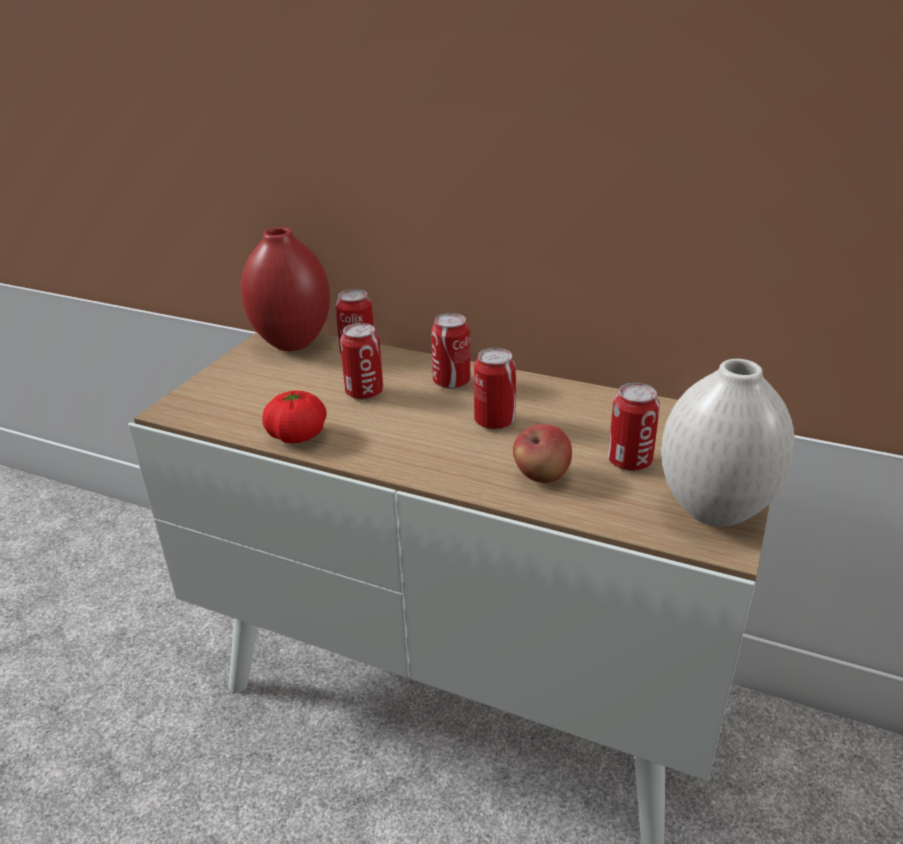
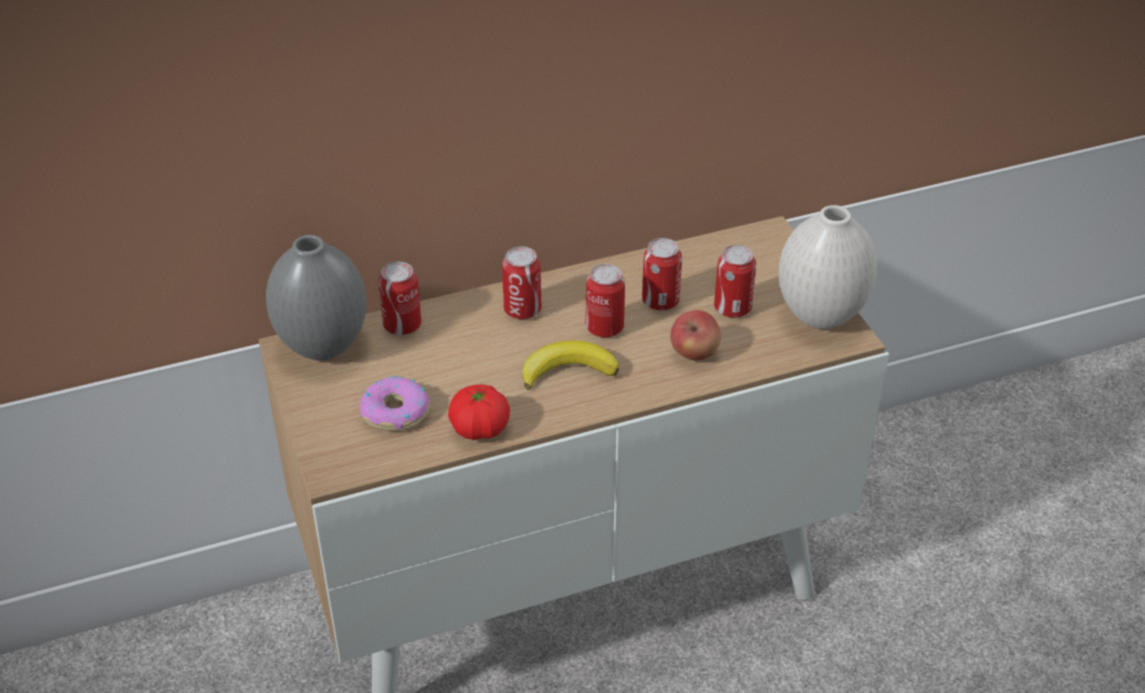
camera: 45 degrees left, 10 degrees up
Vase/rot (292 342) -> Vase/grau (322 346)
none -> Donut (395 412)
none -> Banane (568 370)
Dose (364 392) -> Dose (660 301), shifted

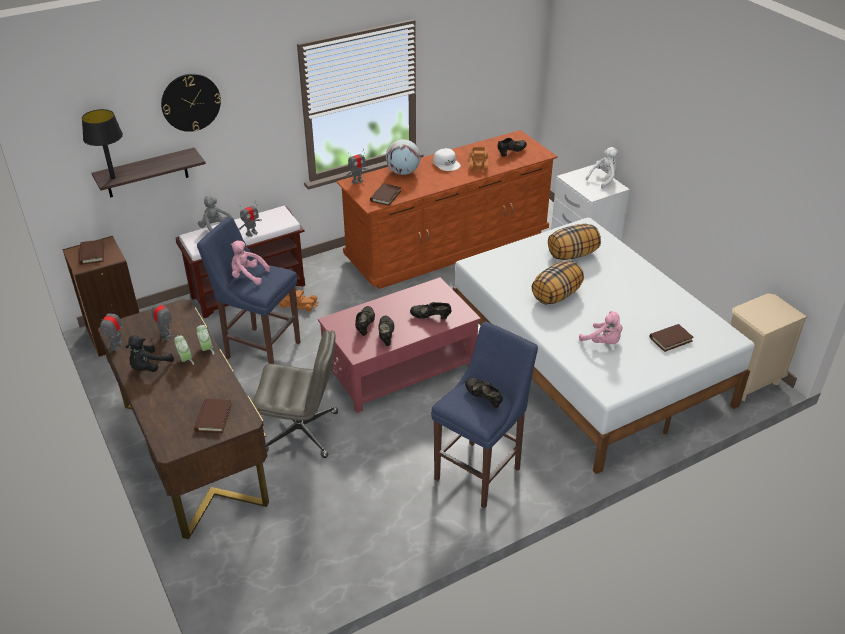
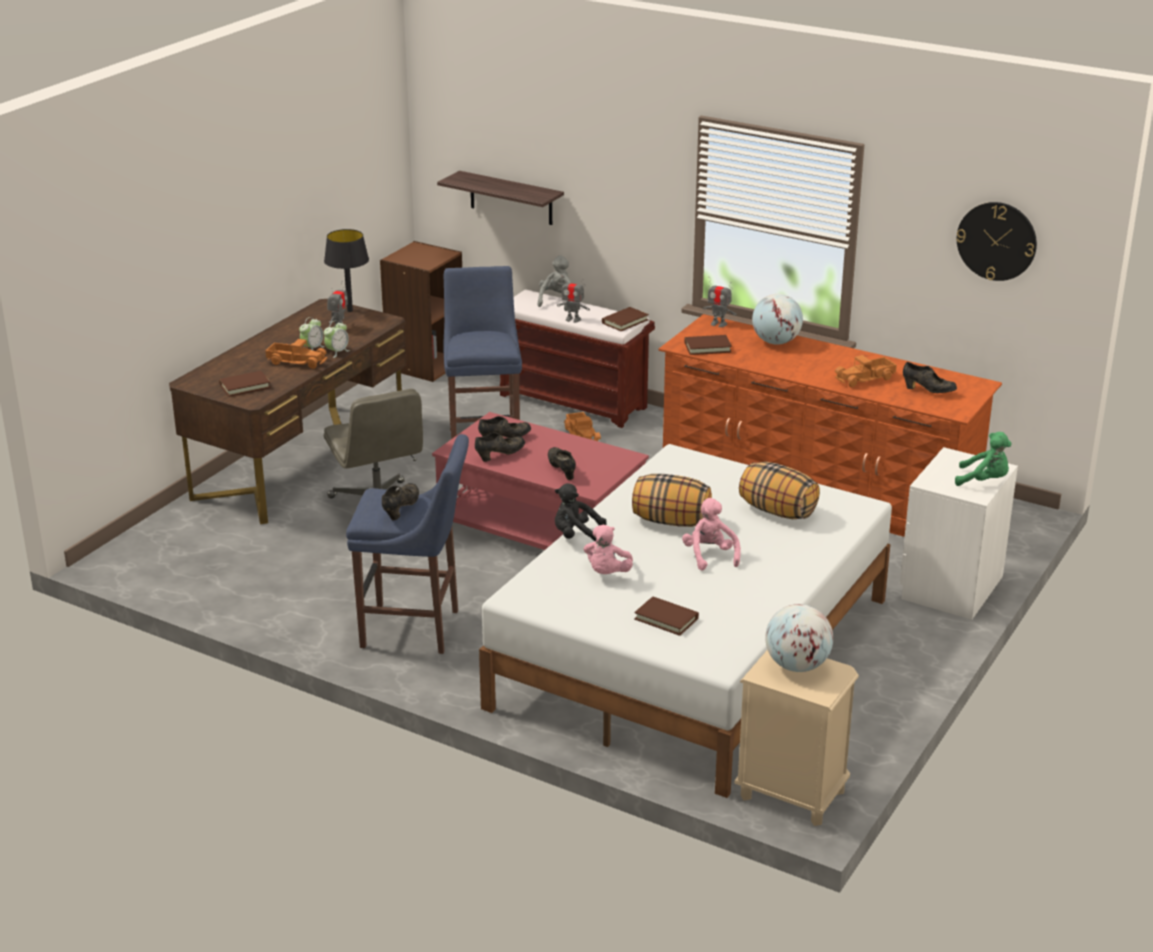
camera: 60 degrees right, 10 degrees down
none -> Spielzeuglaster (297 361)
Tischlampe/schwarz (113 178) -> Tischlampe/schwarz (350 310), shifted
Plüschtier/schwarz (149 367) -> Plüschtier/schwarz (577 536), shifted
Buch/braun (92 254) -> Buch/braun (625 321), shifted
Plüschtier/rosa (247 276) -> Plüschtier/rosa (710 556), shifted
none -> Globus (797 666)
Plüschtier/weiß (603 179) -> Plüschtier/grün (984 481)
Wanduhr (191 102) -> Wanduhr (996 241), shifted
Spielzeugroboter (117 346) -> none
Kappe/weiß (447 163) -> none

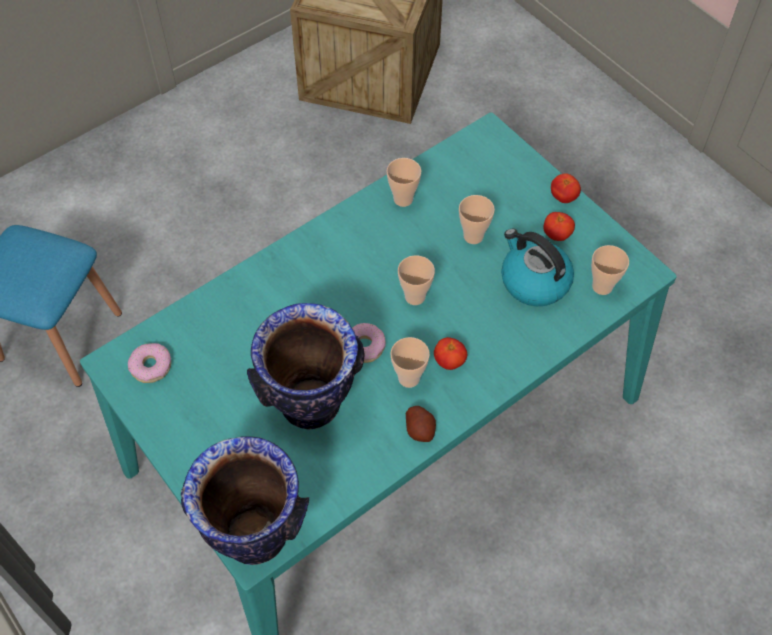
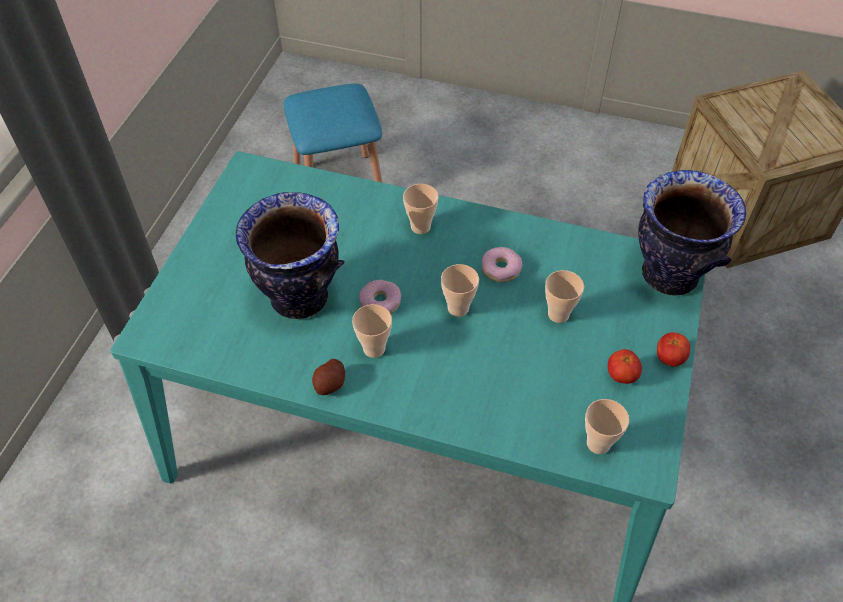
camera: 55 degrees right, 5 degrees down
Tasse (403 199) -> Tasse (420 227), shifted
Donut (151 366) -> Donut (501 268), shifted
Vase (255 533) -> Vase (670 275), shifted
Tomate (449 361) -> none
Wasserkessel (533 281) -> none

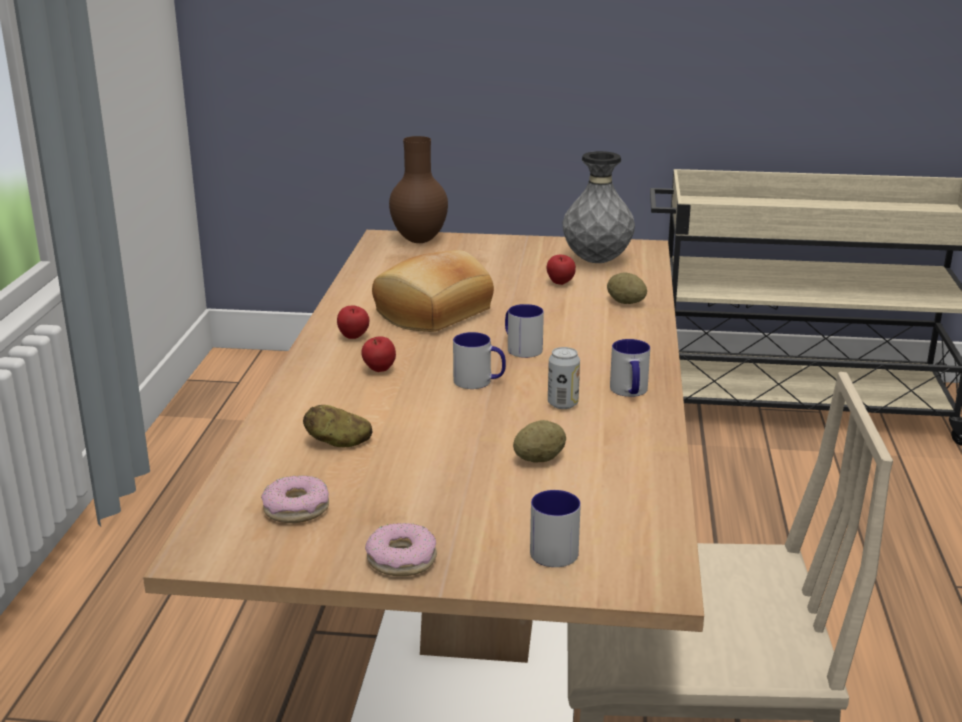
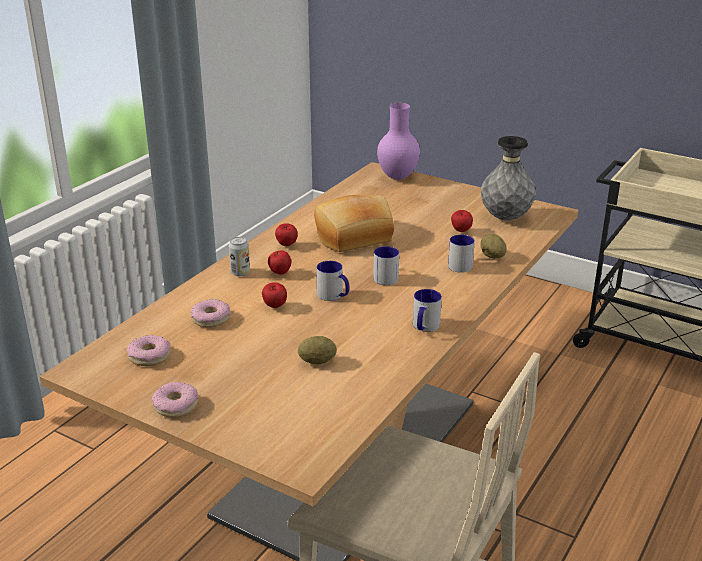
camera: 25 degrees right, 5 degrees up
Kartoffel (338 443) -> Donut (210 319)
Dose (562 404) -> Dose (240 272), shifted
none -> Apfel (274 307)
Vase/braun (418 241) -> Vase/lila (396 177)
Henkelbecher (555 548) -> Henkelbecher (462 264), shifted

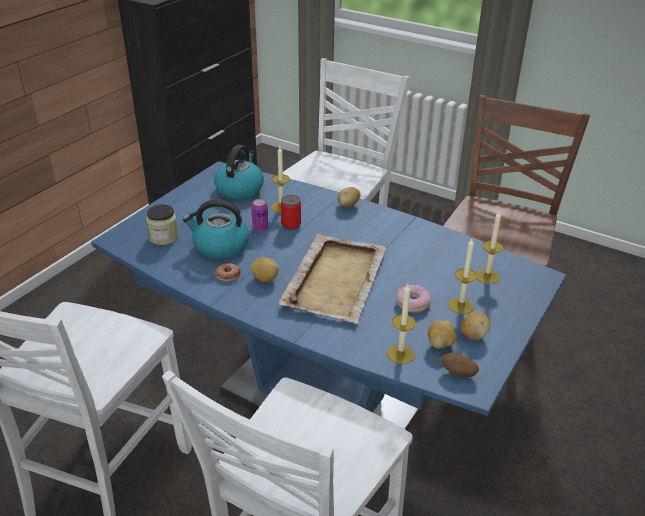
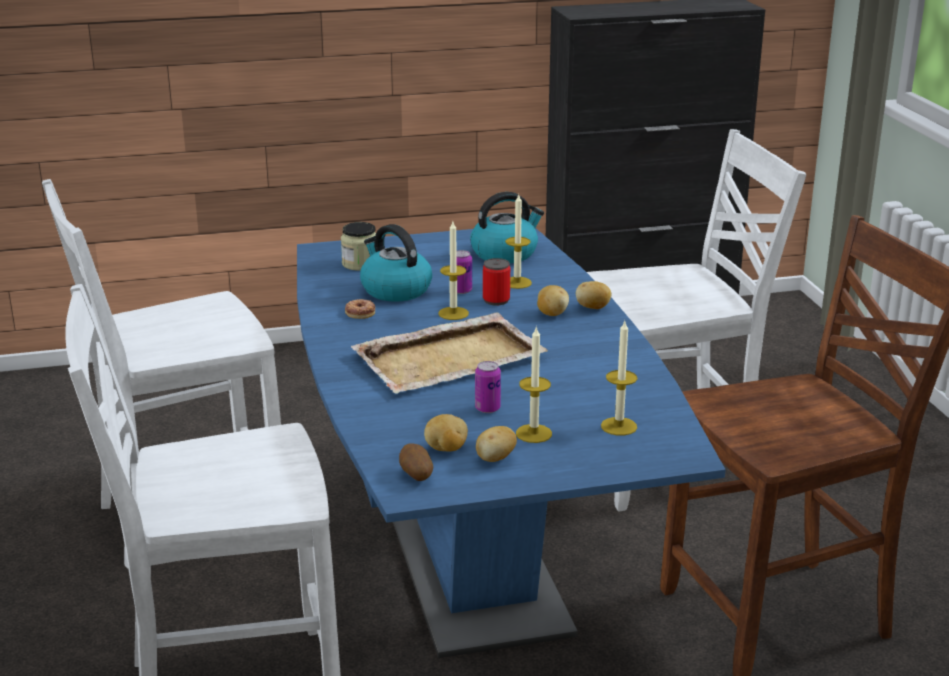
camera: 45 degrees right, 10 degrees down
Kerze (400 354) -> Kerze (453 313), shifted
Donut (413 303) -> Dose (487 408)
Kartoffel (264 279) -> Kartoffel (551 314), shifted

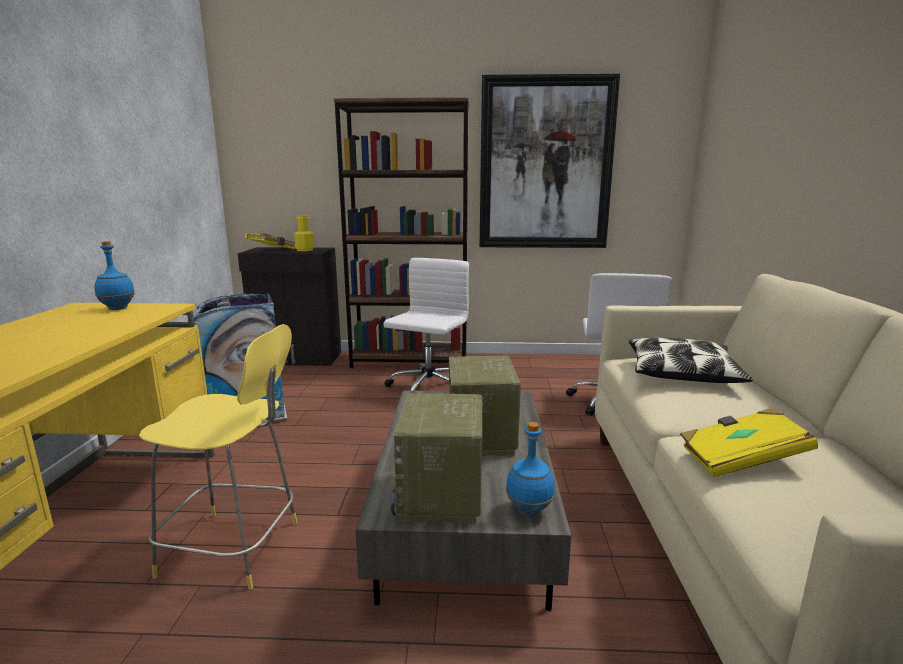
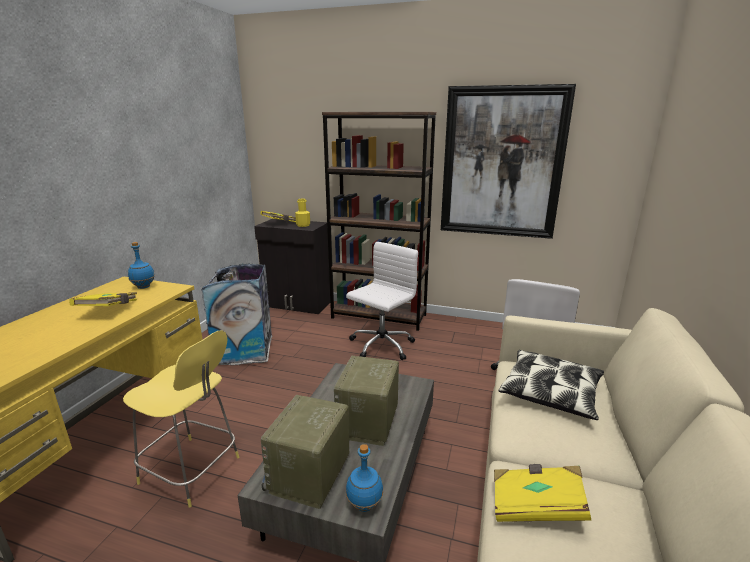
camera: 15 degrees right, 5 degrees up
none -> Buch/gelb (109 310)

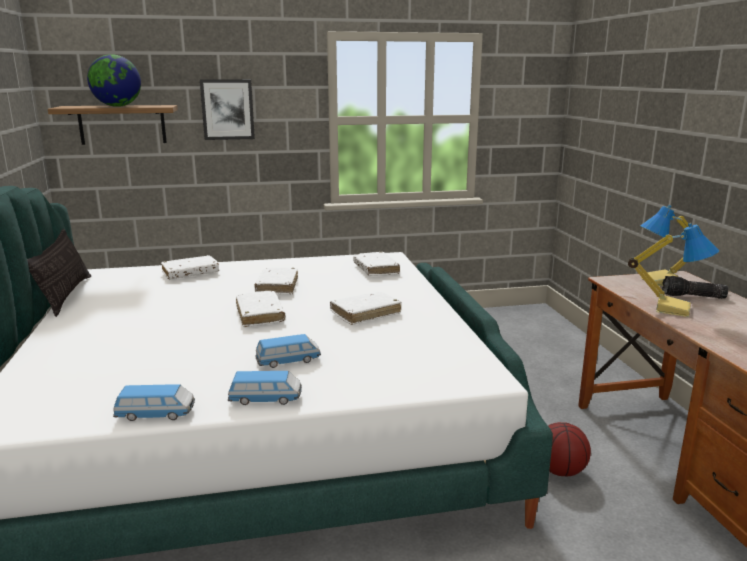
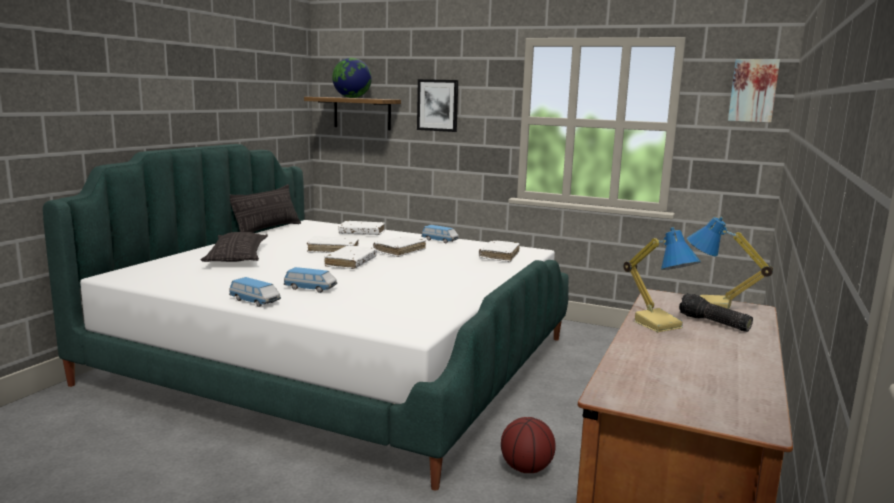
camera: 35 degrees right, 5 degrees down
none -> Kissen (237 256)
Buch/weiß (365 314) -> Buch/weiß (333 250), shifted
Spielzeugauto (156 414) -> Spielzeugauto (440 241), shifted
none -> Bild (753 90)

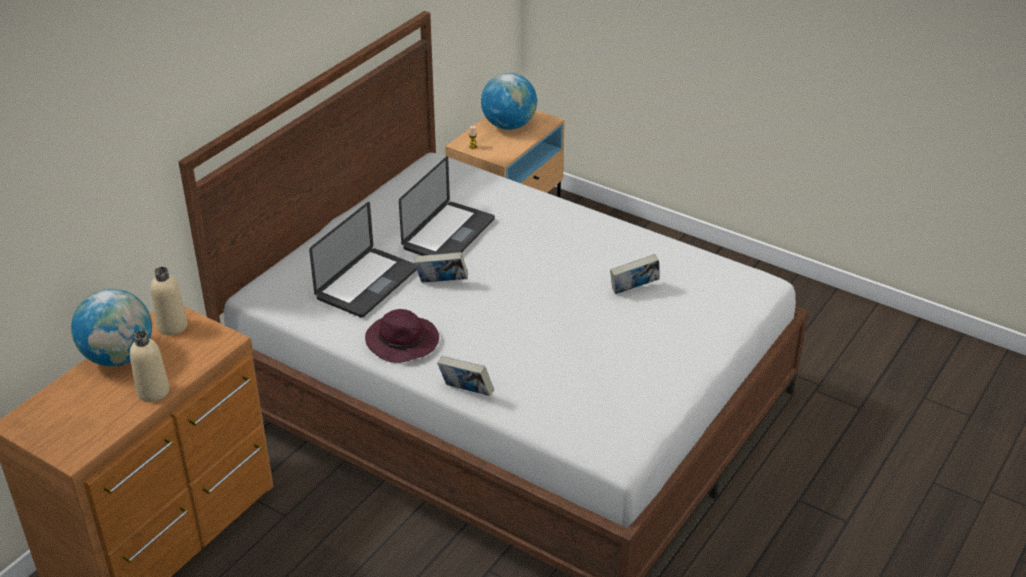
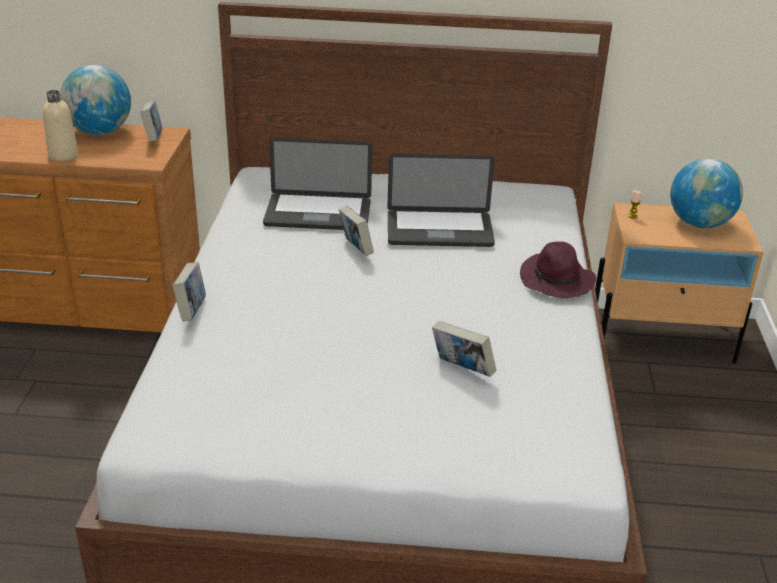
camera: 60 degrees right, 5 degrees down
Flasche/beige (172 326) -> Buch (153 138)
Hut/lila (403 342) -> Hut/lila (557 281), shifted

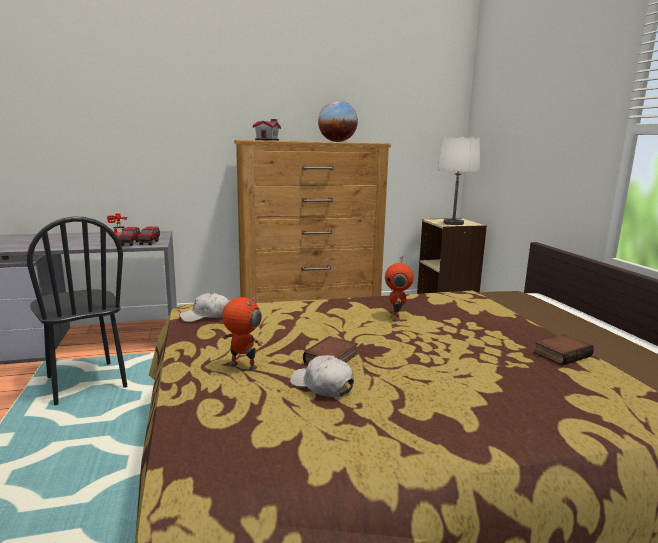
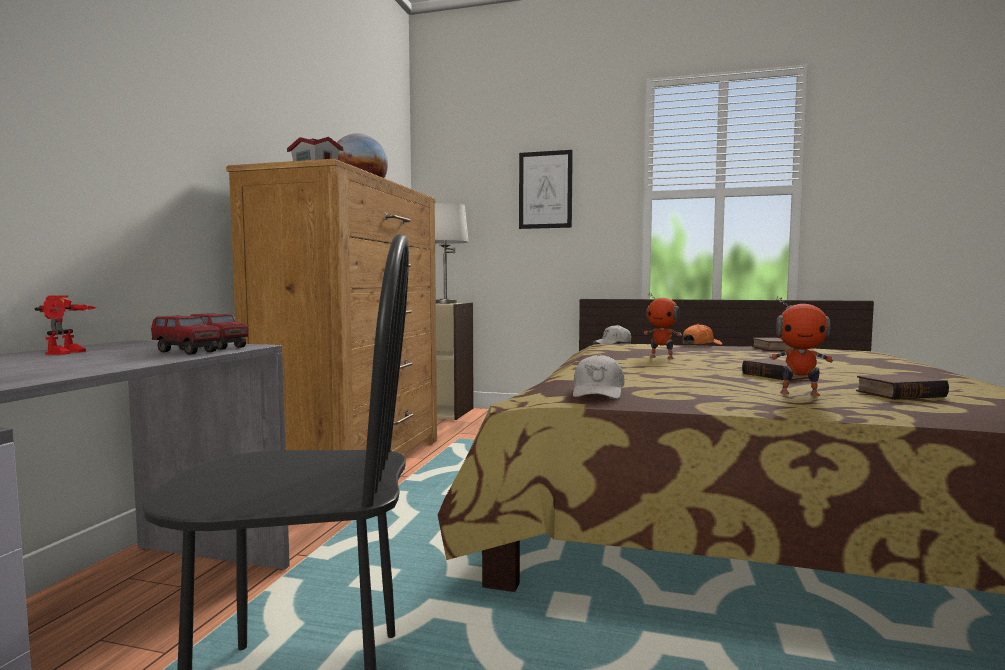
camera: 60 degrees left, 10 degrees down
none -> Bild (545 190)
Kappe/weiß (322 386) -> Kappe/weiß (612 344), shifted
none -> Kappe/orange (701 344)
Spielzeugroboter (242 367) -> Spielzeugroboter (799 393), 120 degrees counterclockwise
none -> Buch (899 393)

